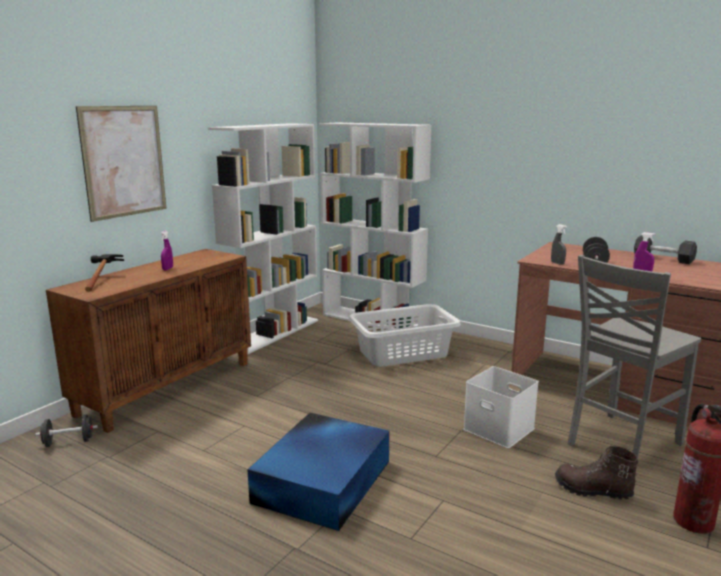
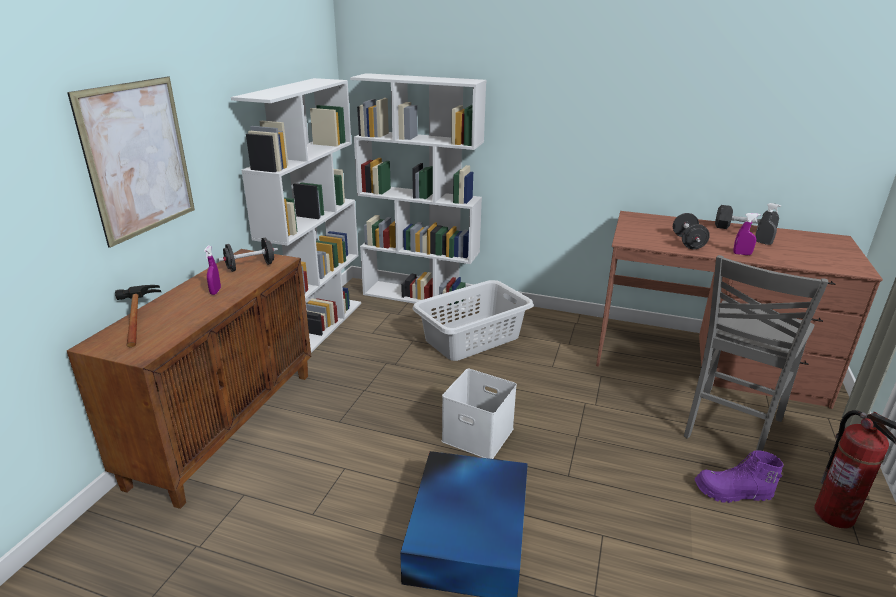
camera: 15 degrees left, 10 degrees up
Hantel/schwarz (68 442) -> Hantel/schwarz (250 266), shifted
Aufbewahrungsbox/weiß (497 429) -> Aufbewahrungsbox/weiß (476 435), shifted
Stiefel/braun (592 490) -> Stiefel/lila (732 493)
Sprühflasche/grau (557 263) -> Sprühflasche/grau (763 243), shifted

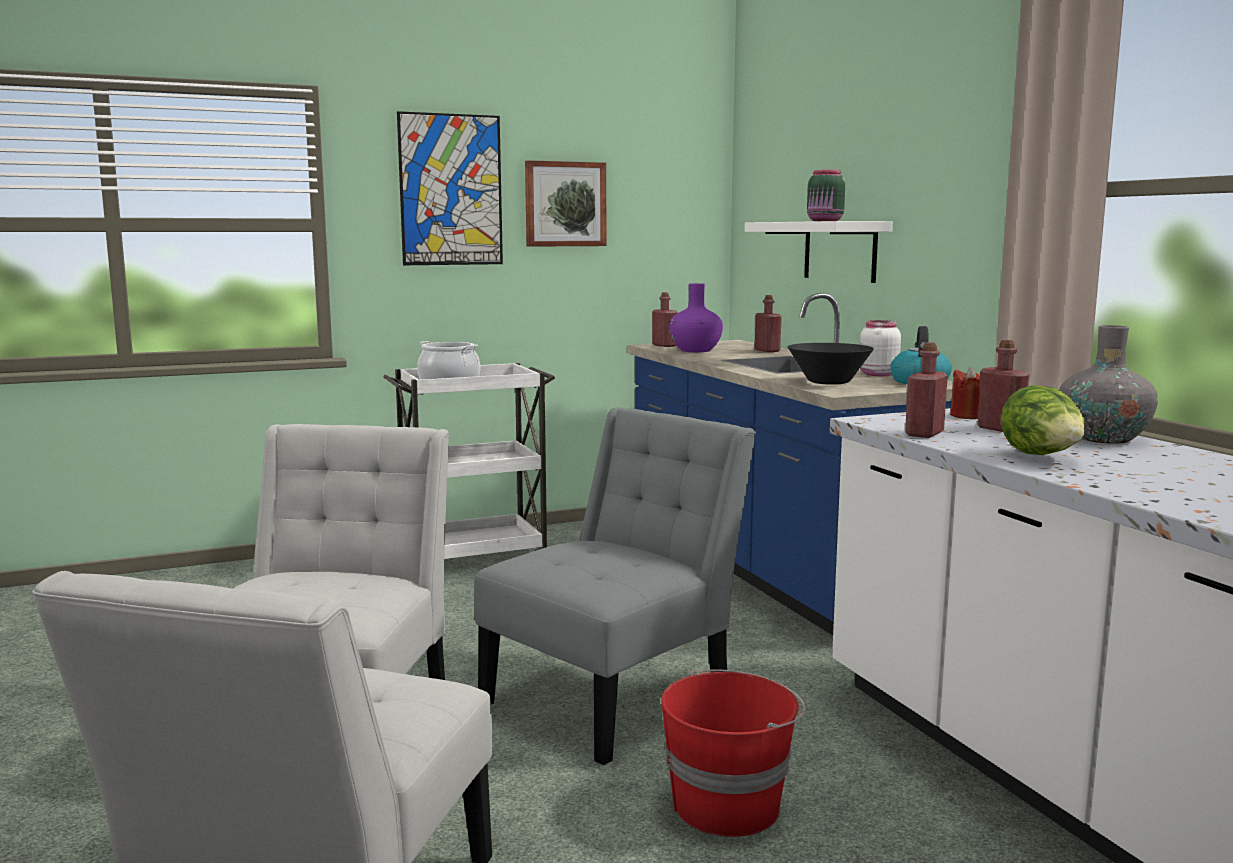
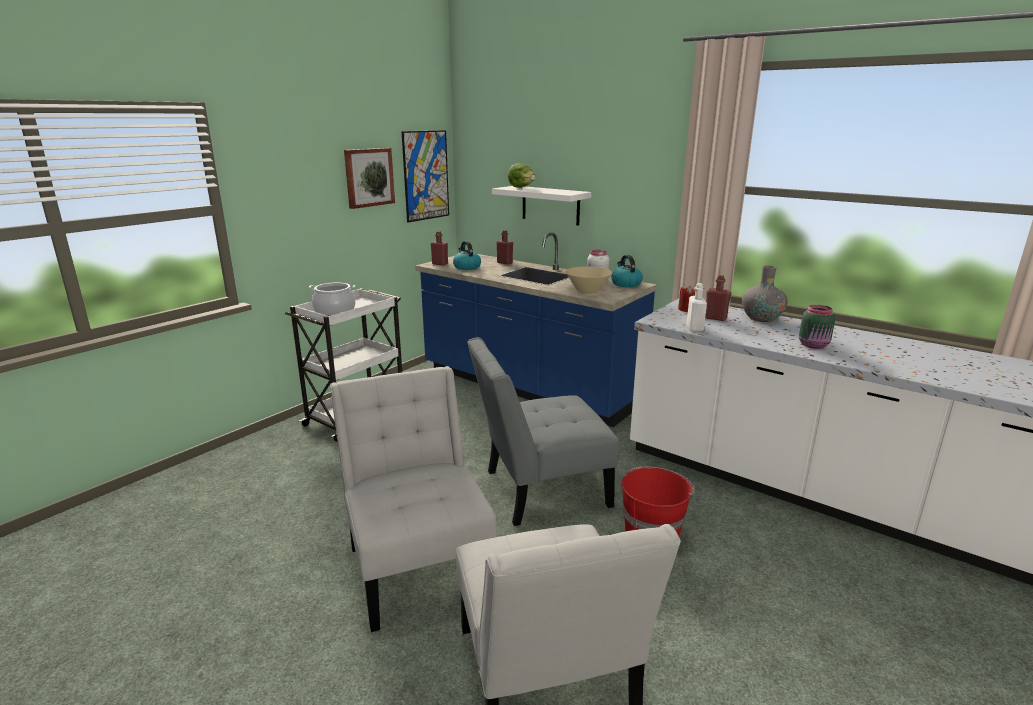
camera: 30 degrees left, 10 degrees up
Bild (451 190) -> Bild (426 175), shifted
Vase/lila (695 350) -> Wasserkessel (466 267)
Stuhl/grau (616 697) -> Stuhl/grau (539 490), 120 degrees counterclockwise
Salatkopf (1042 457) -> Salatkopf (522 188), shifted
Schüssel/schwarz (829 382) -> Schüssel/beige (588 290)
Flasche/rot (924 434) -> Flasche/weiß (694 328)
Vorratsglas/grün (825 221) -> Vorratsglas/grün (814 345), shifted

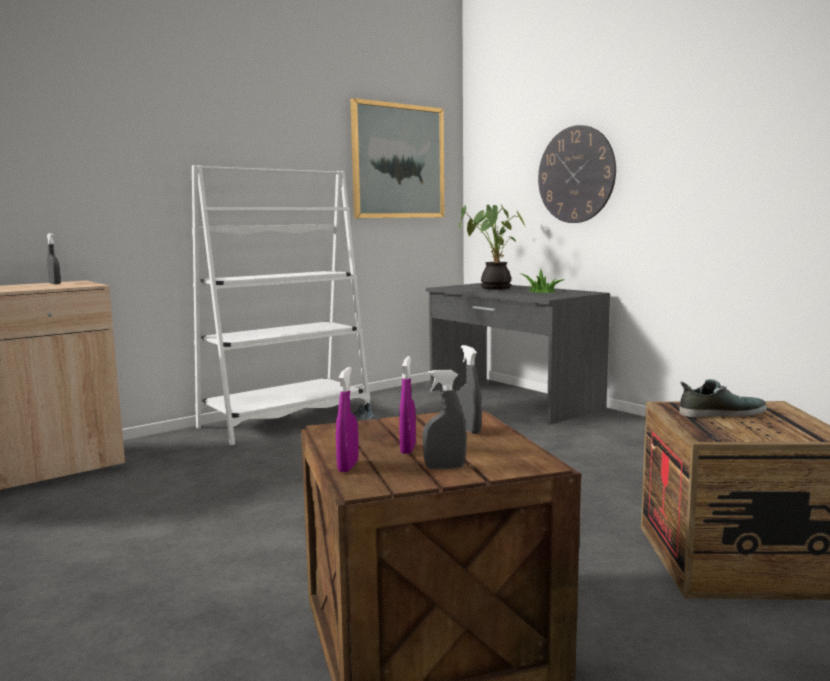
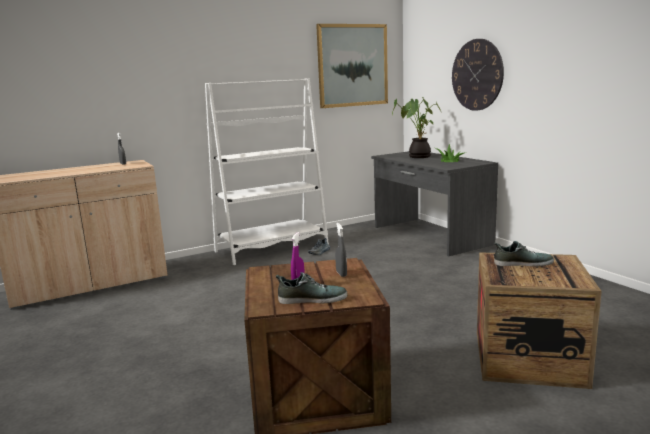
camera: 10 degrees right, 5 degrees up
Sprühflasche/grau (444 467) -> Schuh (312 299)
Sprühflasche/lila (348 466) -> none

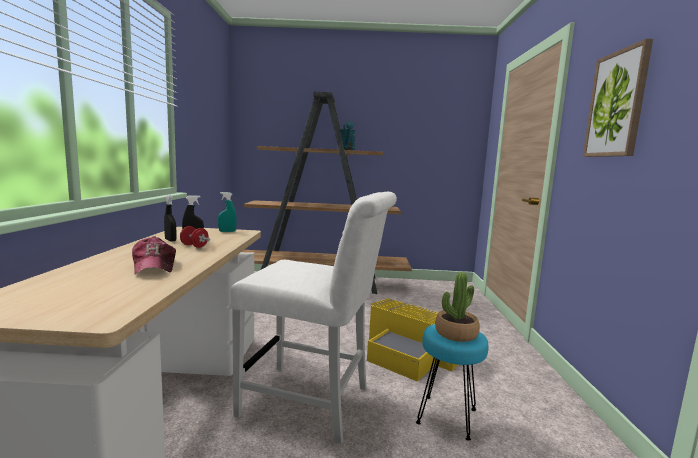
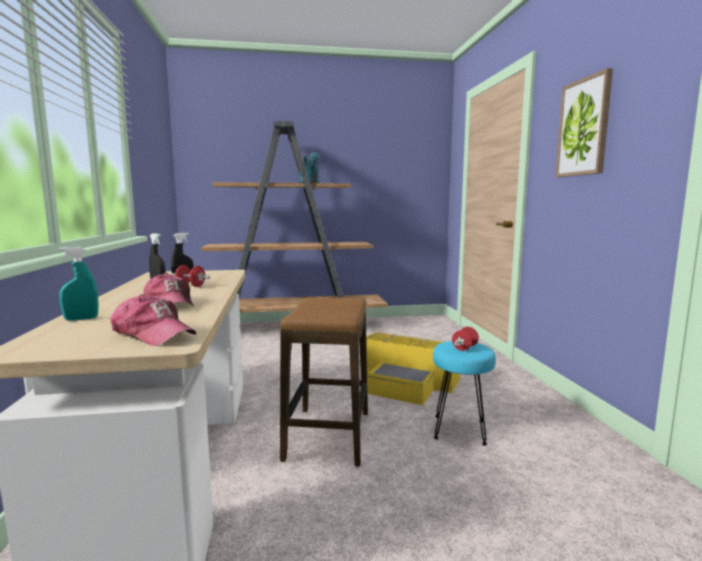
camera: 10 degrees left, 0 degrees up
Sprühflasche/türkis (227 231) -> Sprühflasche/türkis (81 319), shifted
none -> Kappe (153 334)
Stuhl/weiß (312 403) -> Hocker (328 435)
Topfpflanze (456 333) -> Hantel/rot (464 348)

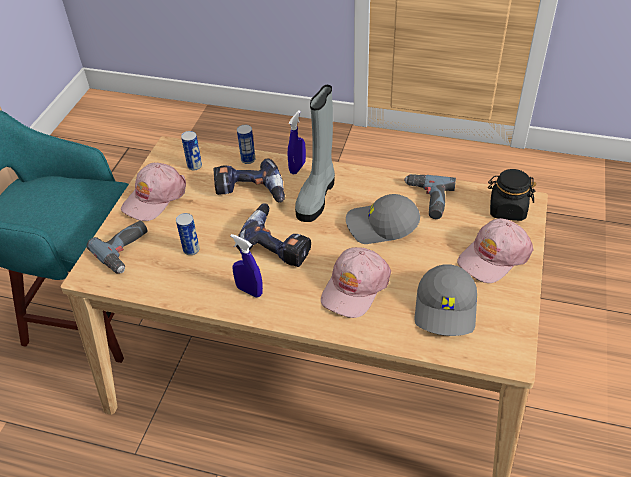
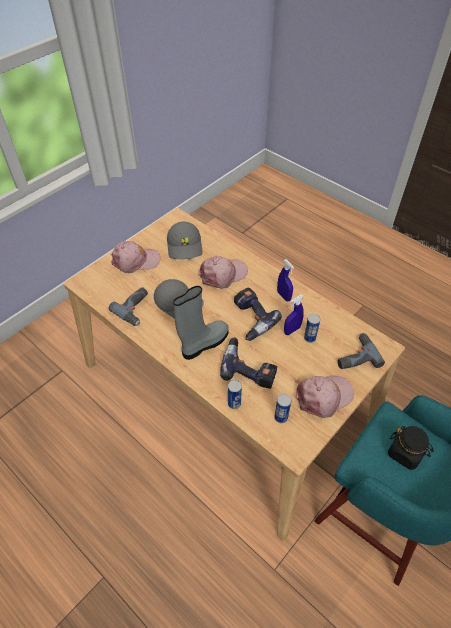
camera: 155 degrees left, 5 degrees up
Kappe/grau (447 308) -> Kappe/grau (185 246), 135 degrees clockwise
Sprühflasche/blau (297 168) -> Sprühflasche/blau (292 330), shifted
Vorratsglas/schwarz (507 209) -> Vorratsglas/schwarz (405 453), shifted

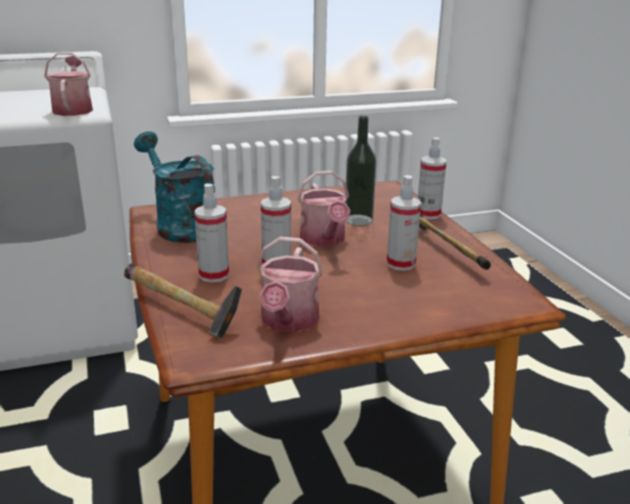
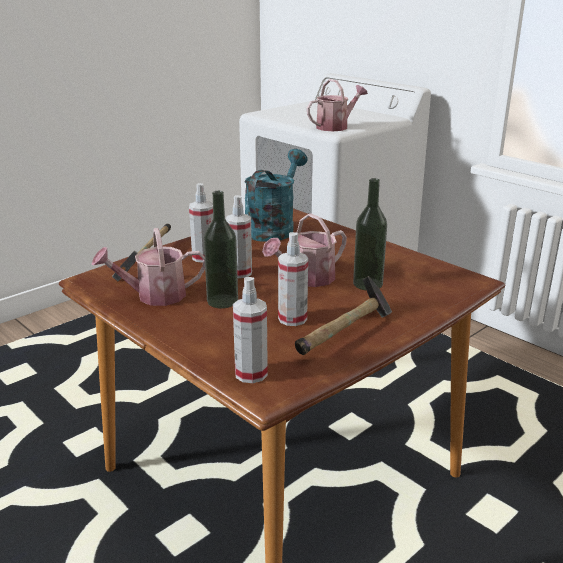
camera: 65 degrees right, 0 degrees up
none -> Flasche (222 301)
Sprühflasche (428 214) -> Sprühflasche (251 373), shifted

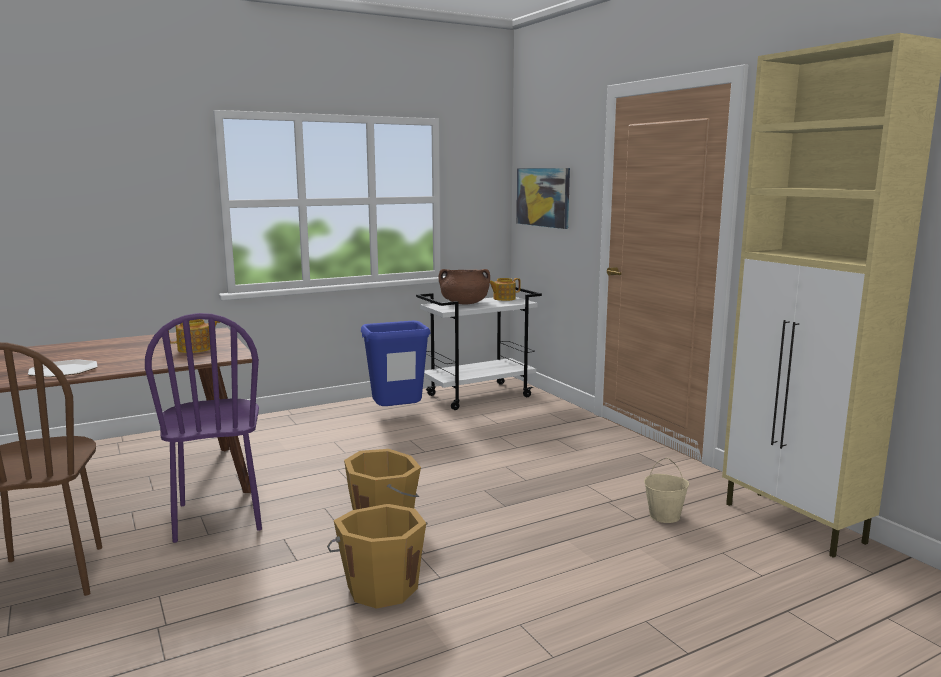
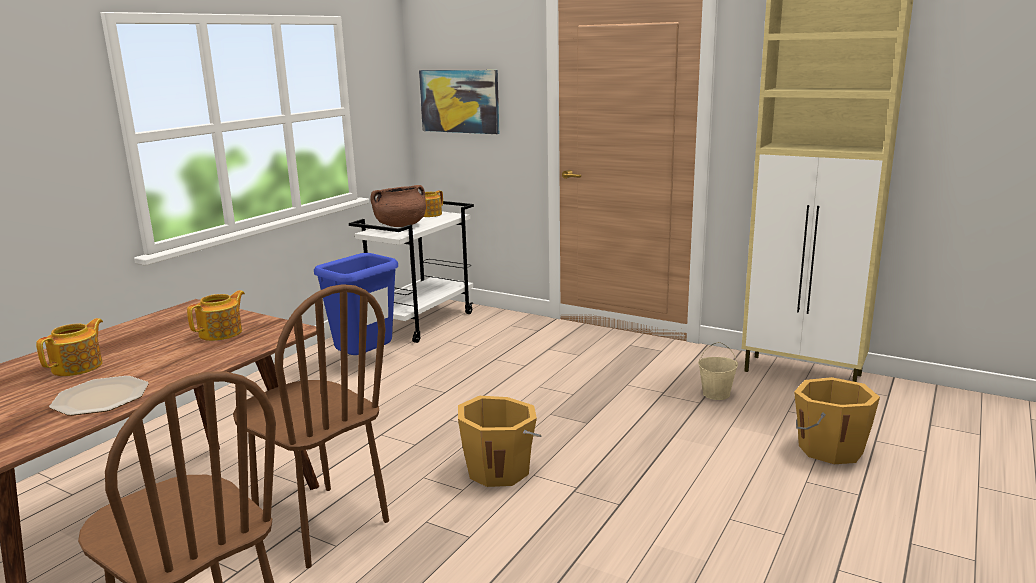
camera: 30 degrees left, 5 degrees up
none -> Teekanne (79 366)
Stuhl/lila (218 517) -> Stuhl/braun (320 524)
Eimer/orange (382 587) -> Eimer/orange (829 448), shifted

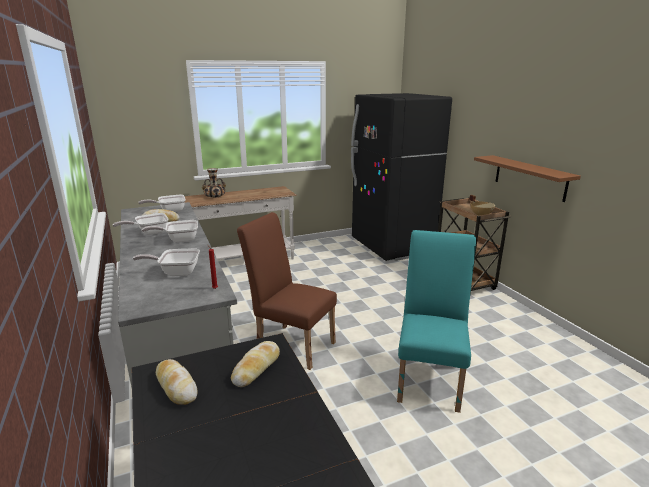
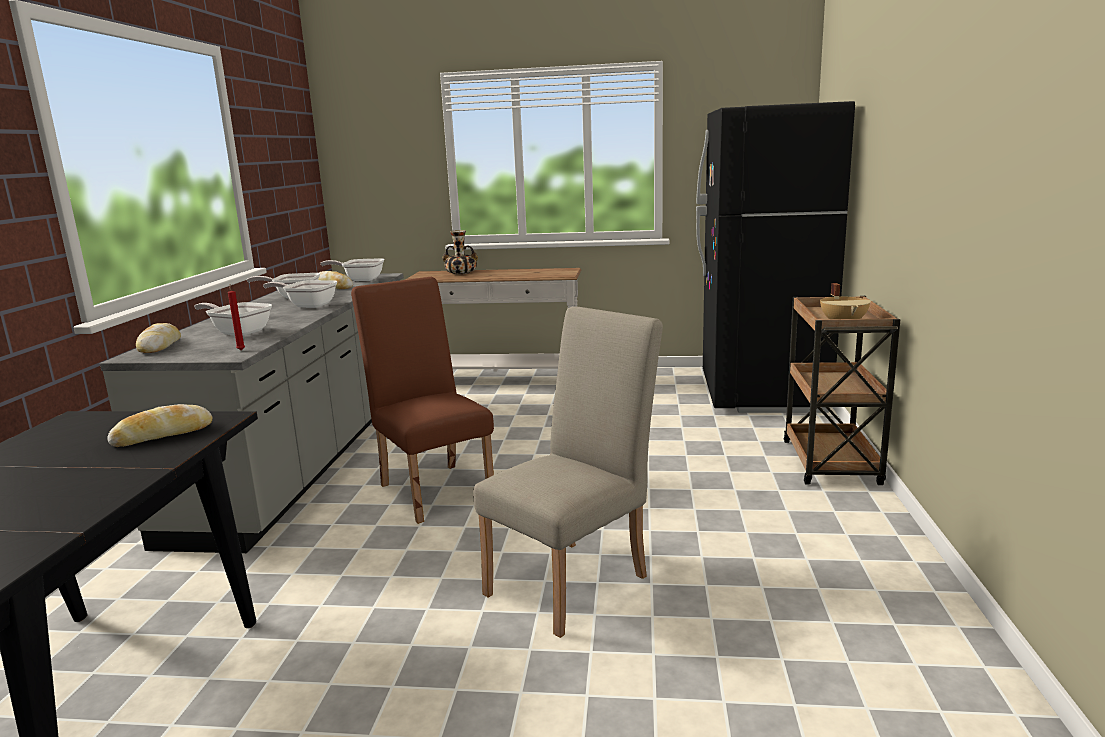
camera: 30 degrees right, 5 degrees down
Brot (176 386) -> Brot (160 346), shifted
Stuhl/türkis (430 378) -> Stuhl/beige (575 580)
Wandregal/braun (529 177) -> none

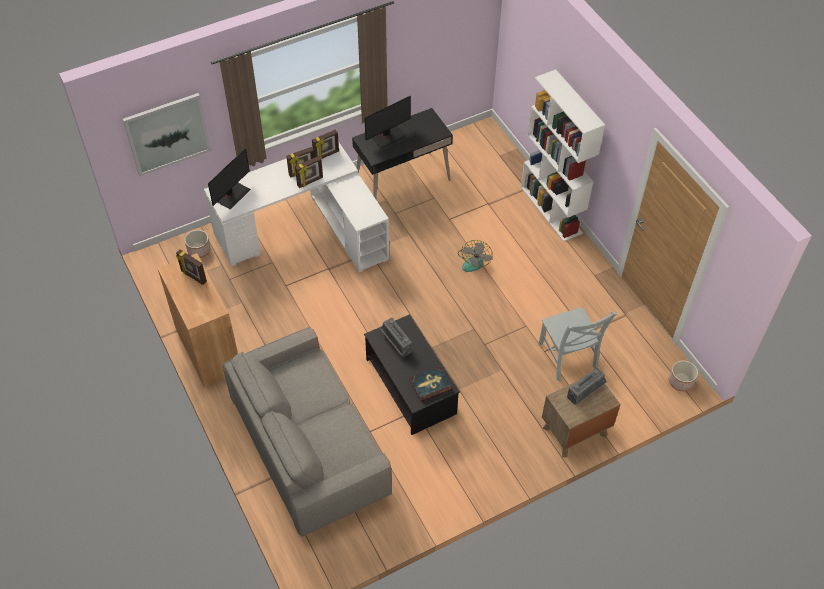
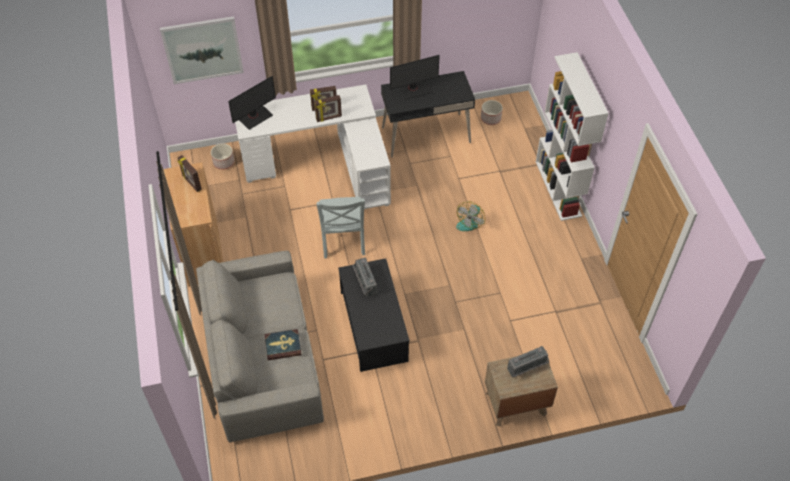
camera: 15 degrees right, 0 degrees up
Buch (430 385) -> Buch (283 345), shifted
Stuhl/grau (568 358) -> Stuhl/grau (343 241), shifted
Pflanzkübel (681 381) -> Pflanzkübel (491 118), shifted
Bilderrahmen (326 155) -> none

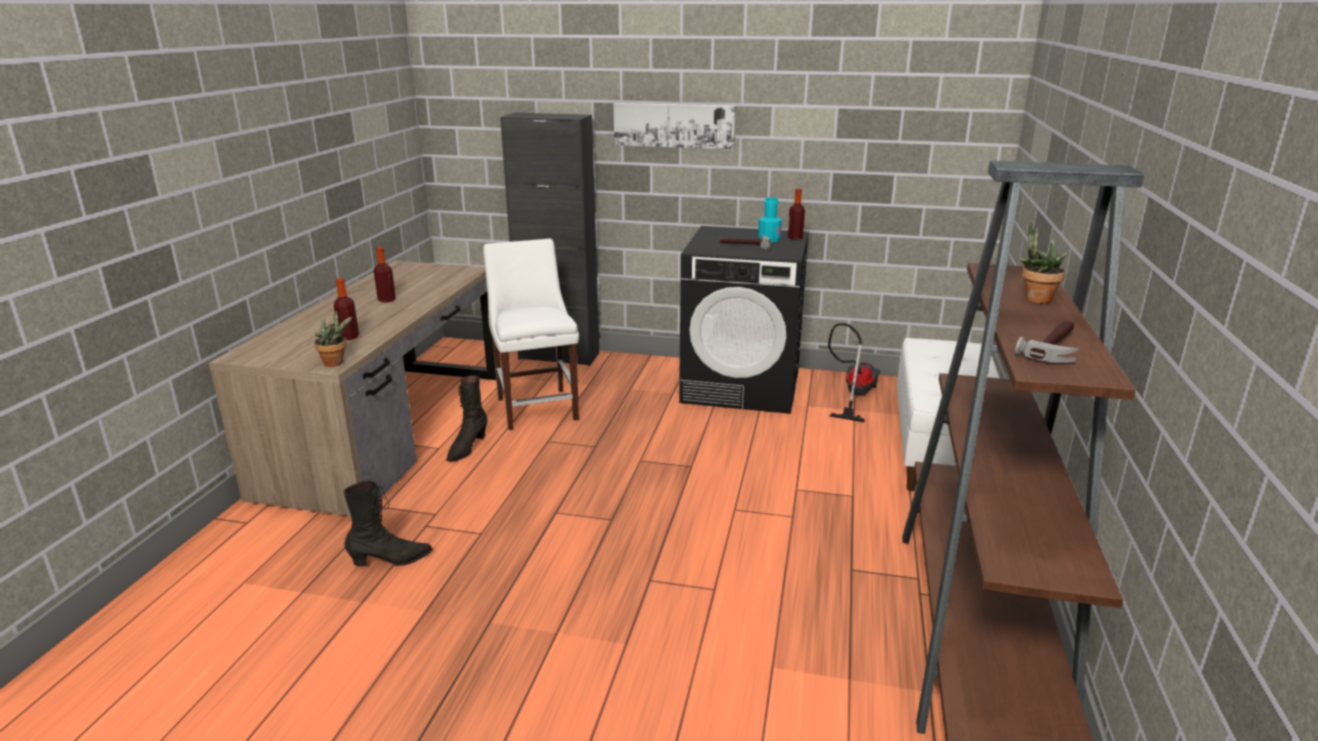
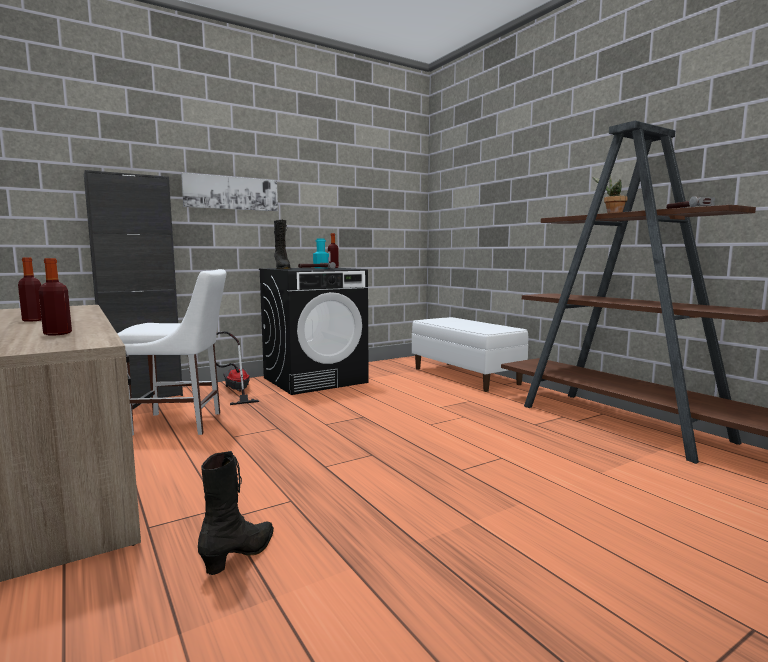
camera: 45 degrees left, 15 degrees down
Stuhl/weiß (536 407) -> Stuhl/weiß (181 424), 150 degrees clockwise
Staubsauger (853 395) -> Staubsauger (236 391), shifted
Stiefel/schwarz (467 449) -> Stiefel/schwarz (282 268), shifted
Topfpflanze (336 363) -> none

